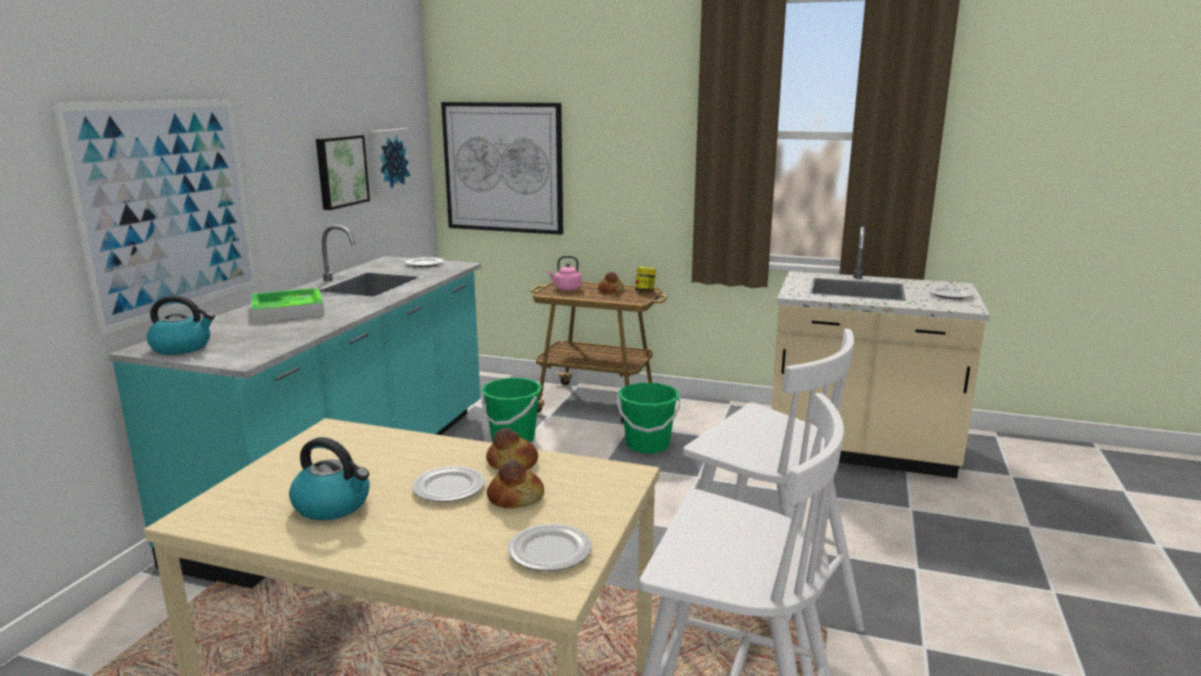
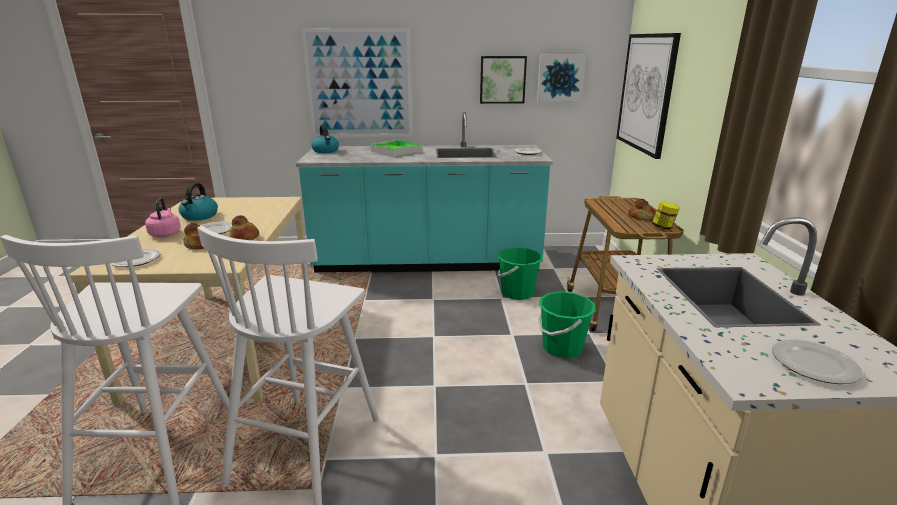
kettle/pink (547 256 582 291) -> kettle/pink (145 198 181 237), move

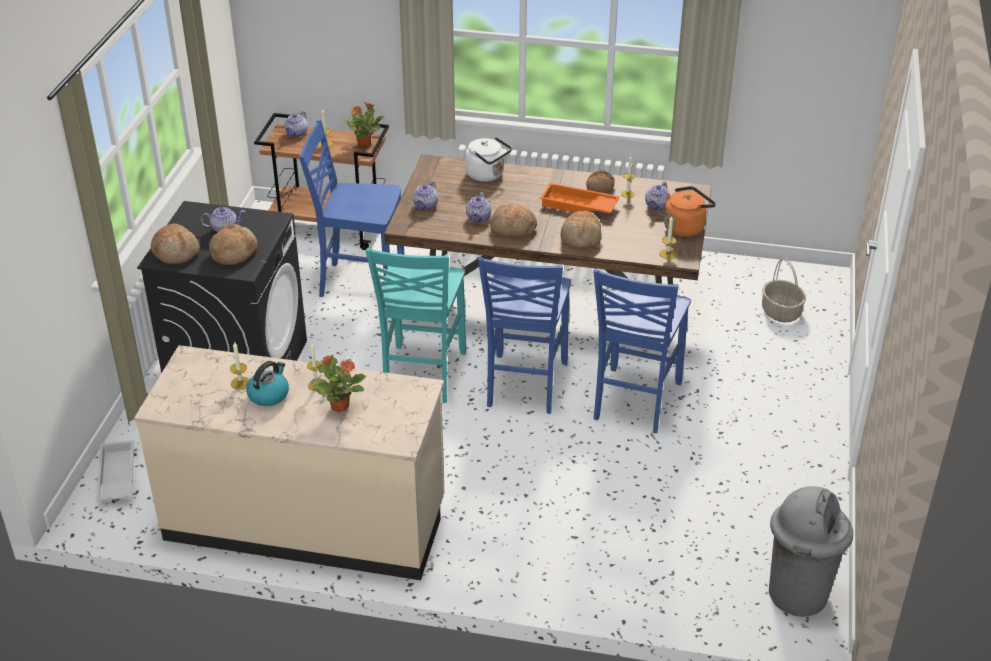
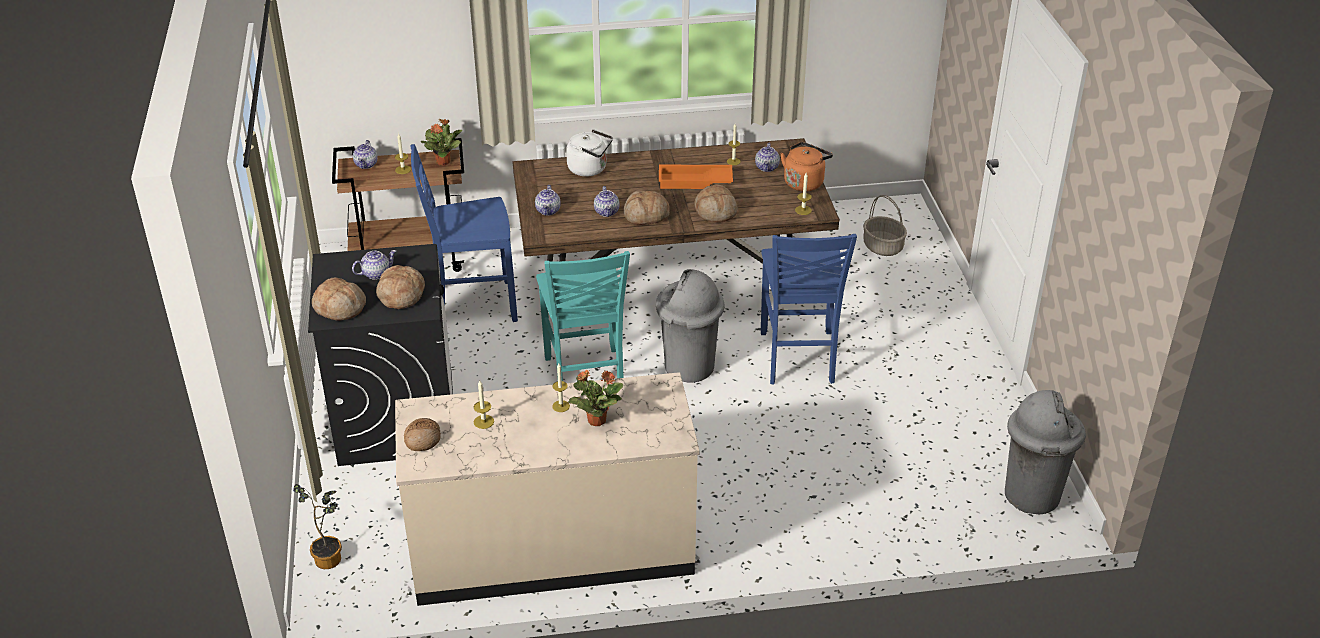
tray/white (96 440 134 501) -> potted plant (293 484 342 569)
kettle (246 361 289 406) -> none
chair/blue (478 257 571 414) -> trash can/grey (656 269 725 383)
bread (586 170 615 193) -> bread (404 418 441 451), move

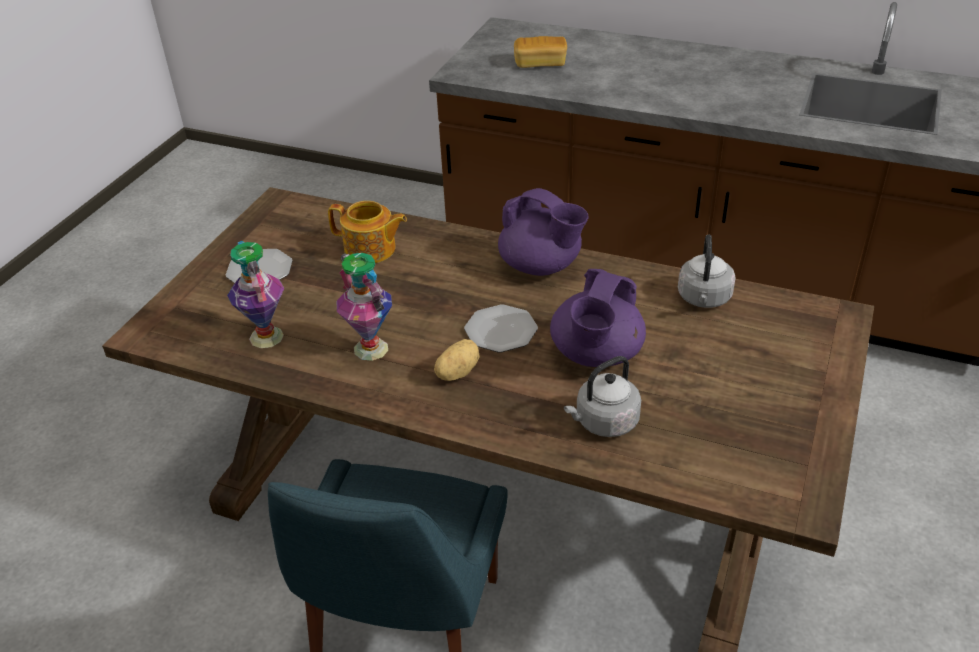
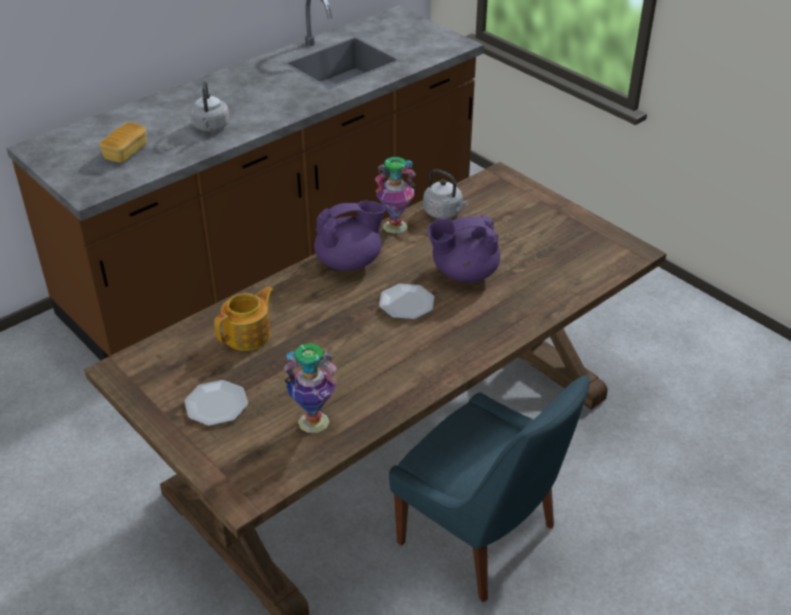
vase (336 253 392 361) -> vase (375 157 416 234), move
potato (434 339 480 381) -> none
teapot/purple (550 269 646 367) -> teapot/purple (427 214 500 282), 120 degrees clockwise
kettle/grey (564 356 641 437) -> kettle/grey (190 81 229 132), move

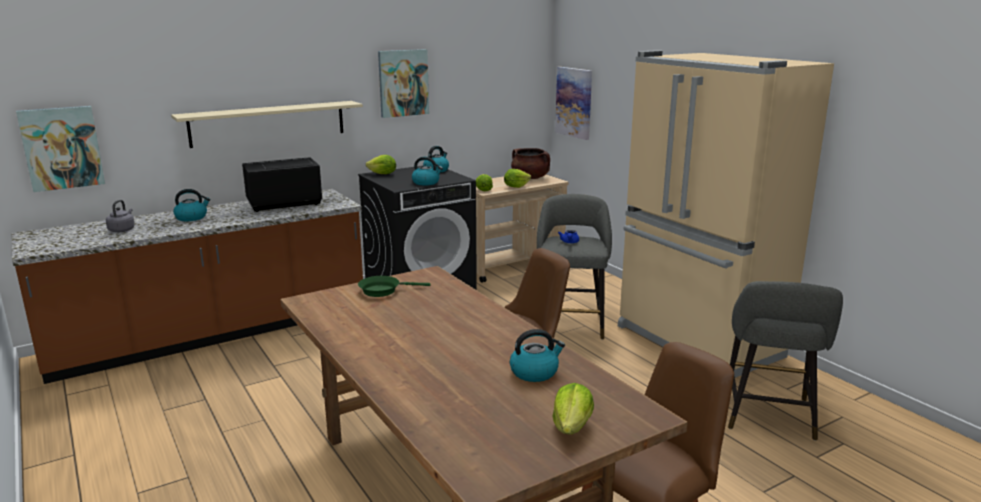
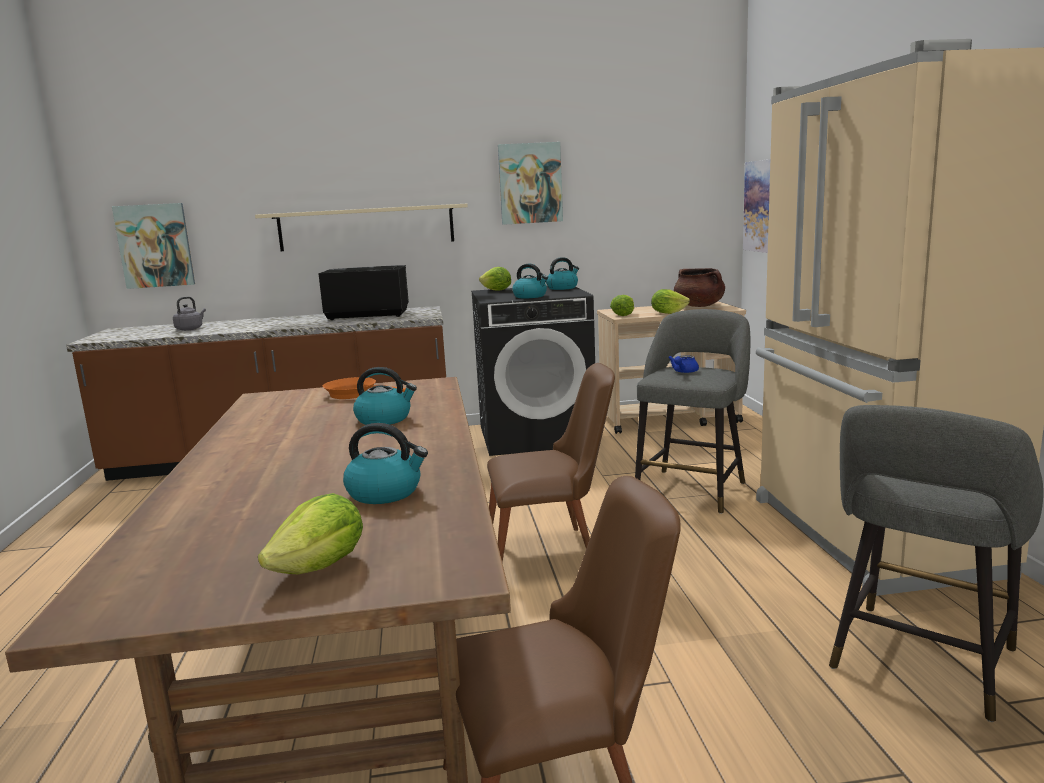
kettle (173 189 211 221) -> kettle (353 367 417 425), move
frying pan/green (358 276 430 297) -> frying pan/orange (323 377 406 399)

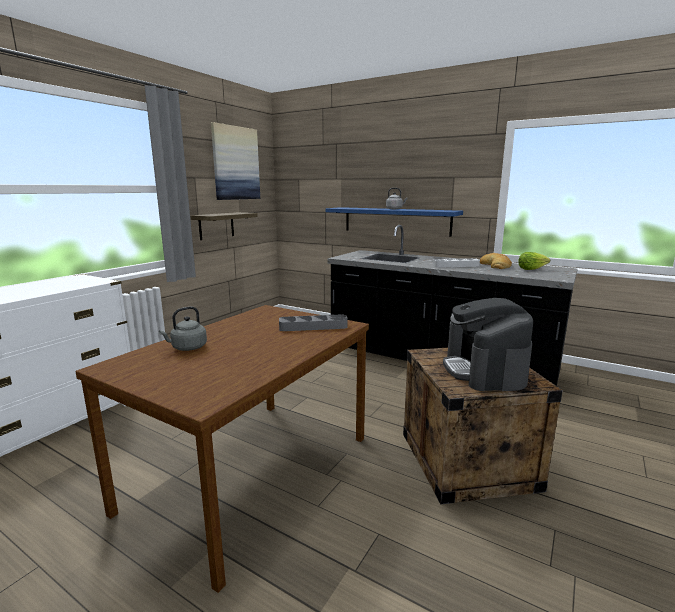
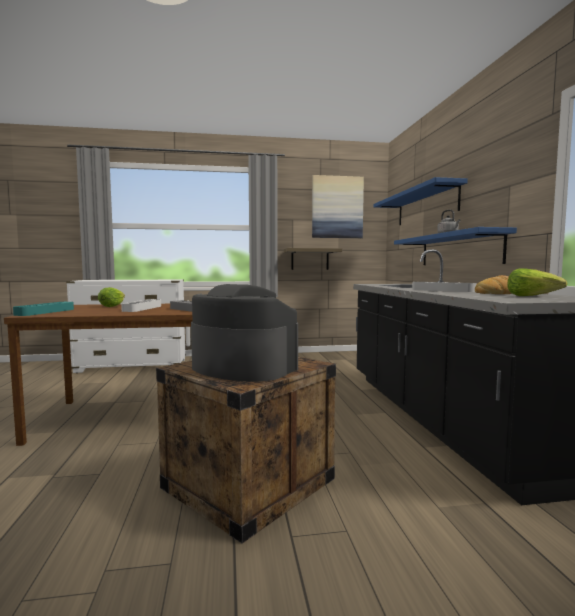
kettle/grey (159 306 207 351) -> lettuce (98 287 125 307)
coffee machine (443 298 533 391) -> coffee machine (191 284 298 382), 75 degrees clockwise
none -> tray/turquoise (13 302 74 316)
none -> tray/white (121 299 161 312)
none -> shelf/blue (373 177 468 225)

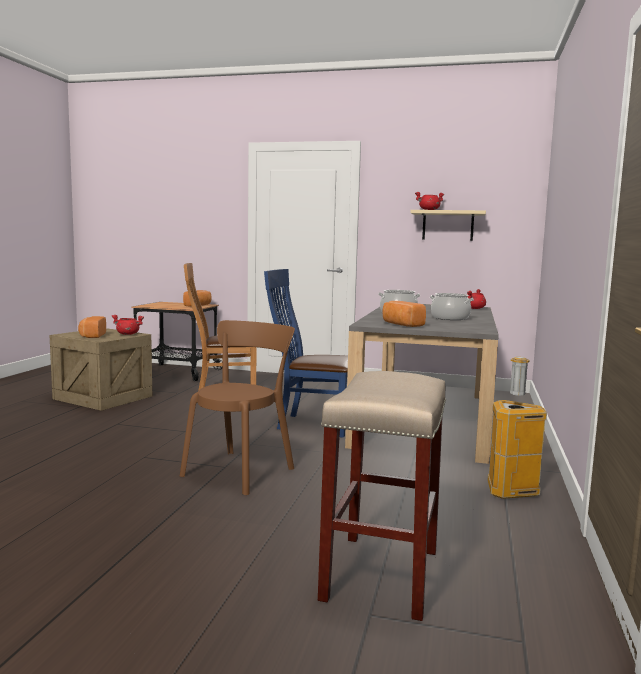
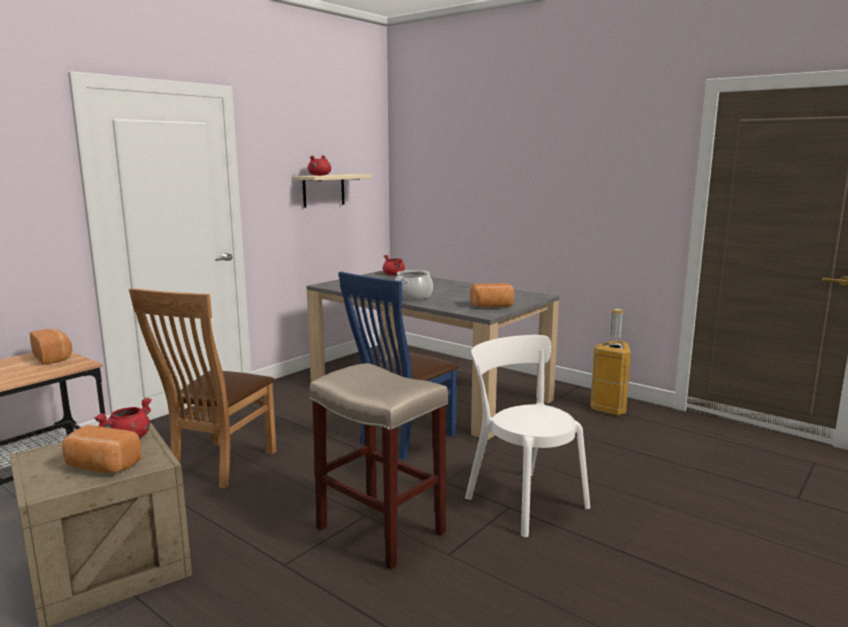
chair/brown (180 320 295 495) -> chair/white (465 335 590 537)
stool/beige (318 371 446 621) -> stool/beige (310 363 448 570), move
cooking pot (430 293 474 320) -> none

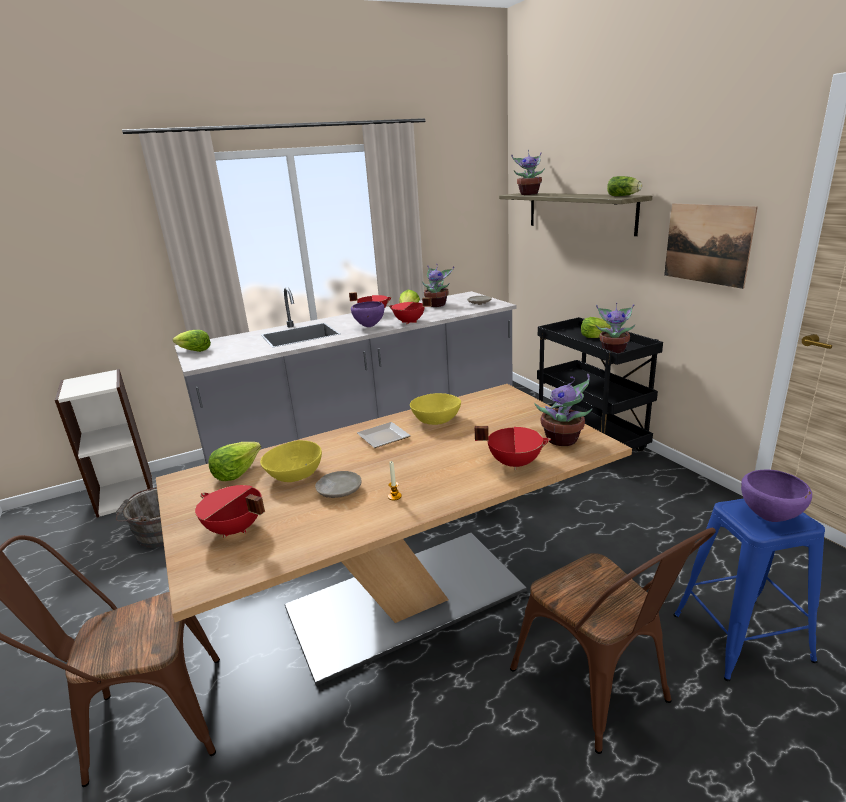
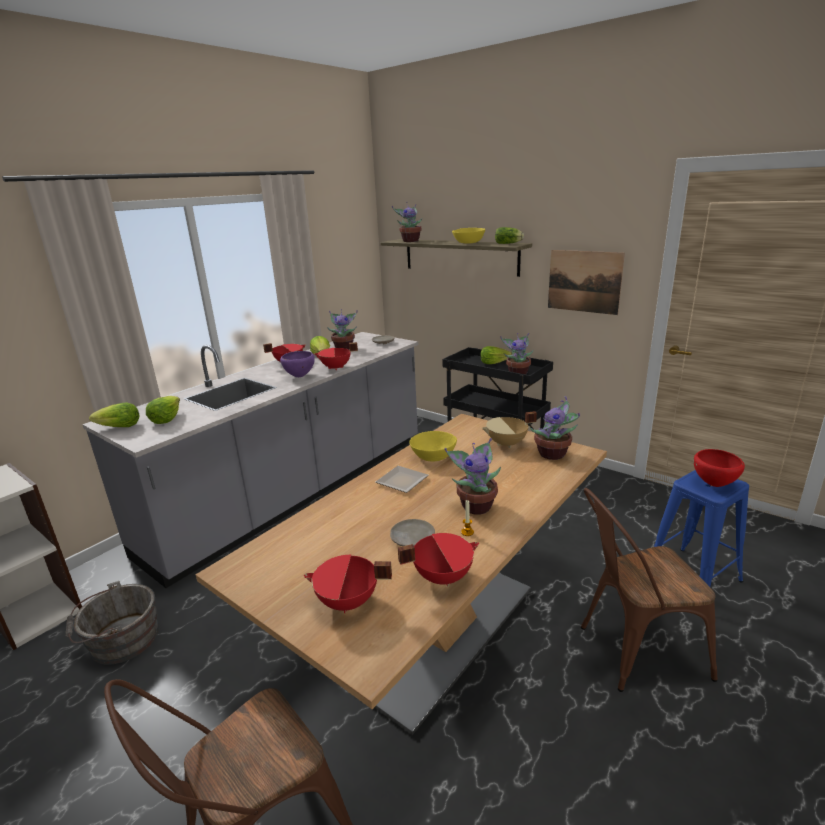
lettuce (208 442 261 481) -> lettuce (146 396 180 424), move
bowl/yellow (260 440 322 482) -> bowl/yellow (452 228 485 244), move
cooking pot/red (475 426 551 470) -> cooking pot/red (398 533 479 587), move
chair/brown (510 528 716 754) -> chair/brown (581 488 717 692), 135 degrees clockwise
bowl/purple (741 470 812 522) -> bowl/red (693 449 745 487)
none -> potted plant (445 438 501 515)
none -> cooking pot/beige (482 411 537 448)

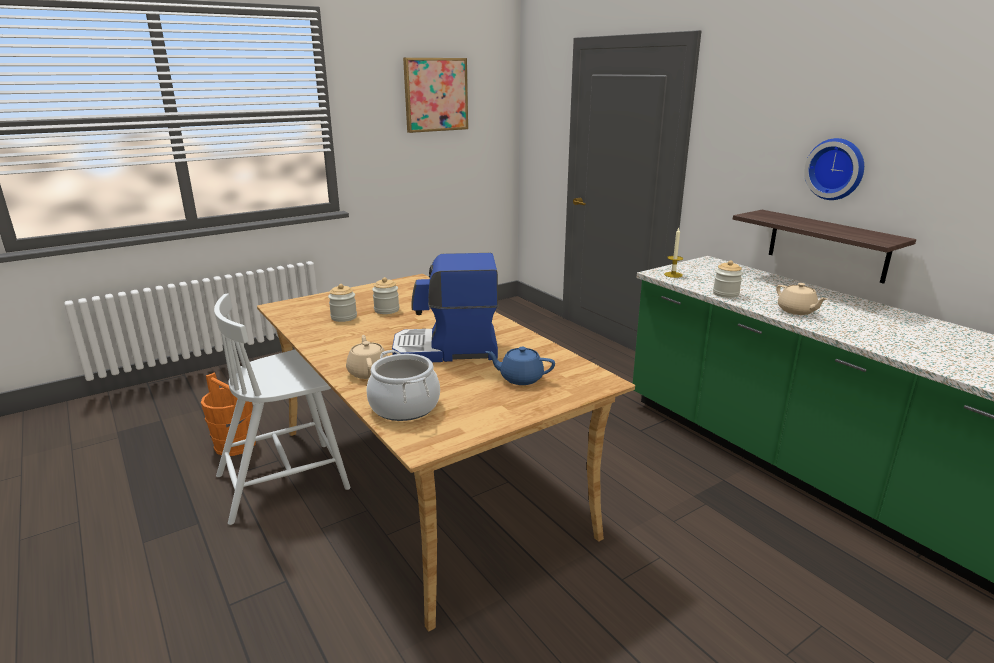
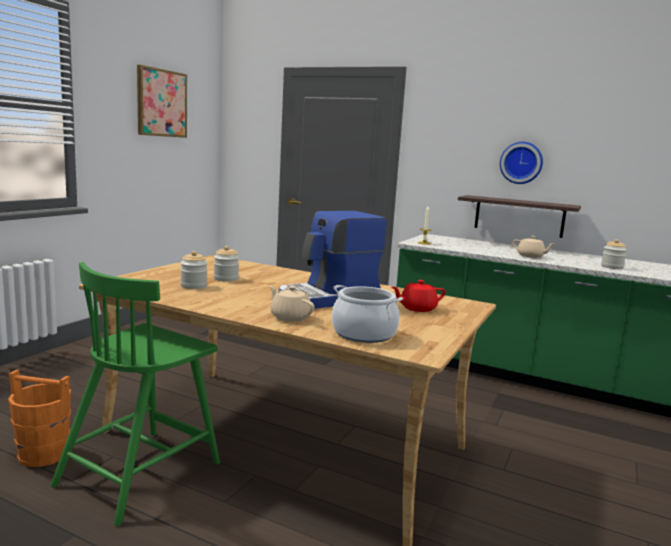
chair/white (214 294 350 525) -> chair/green (50 262 220 526)
teapot/blue (485 347 555 385) -> teapot/red (392 280 445 312)
jar (713 260 743 298) -> jar (601 239 627 269), move

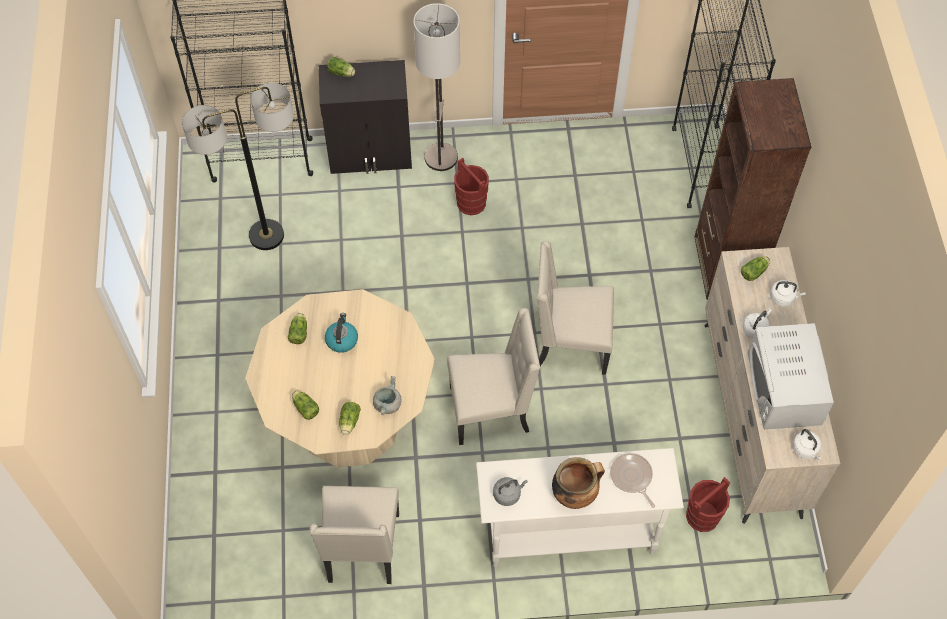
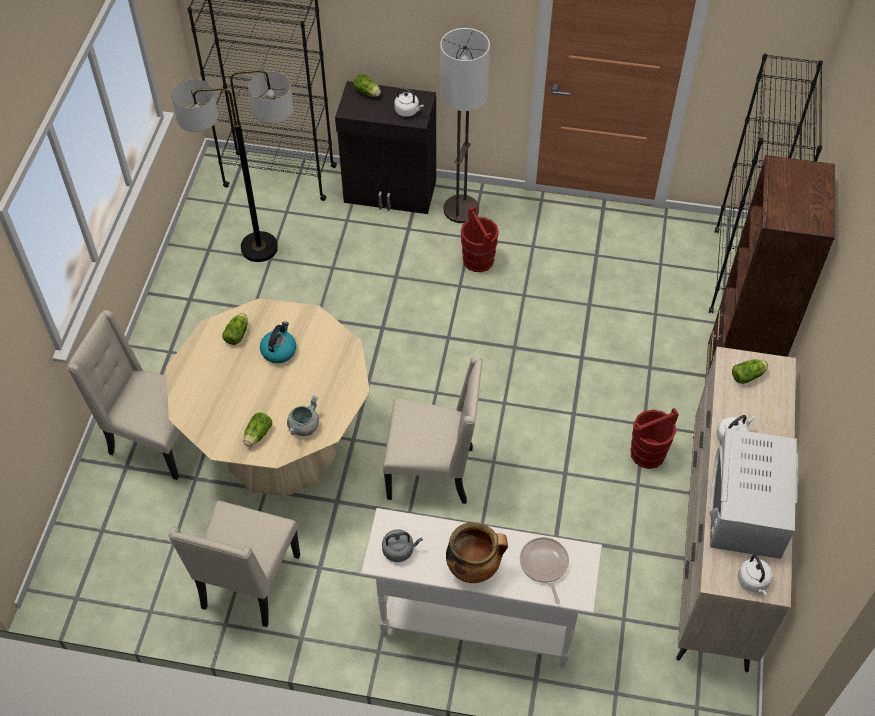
lettuce (292 391 319 420) -> none
chair/beige (537 241 614 375) -> chair/beige (67 310 181 480), move
bucket/red (686 477 730 532) -> bucket/red (630 408 679 469), move
kettle/white (770 280 805 307) -> kettle/white (394 87 424 117), move

